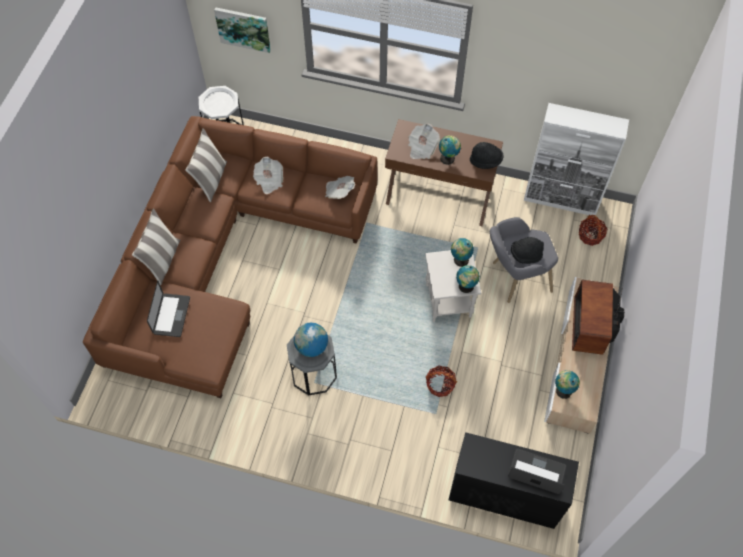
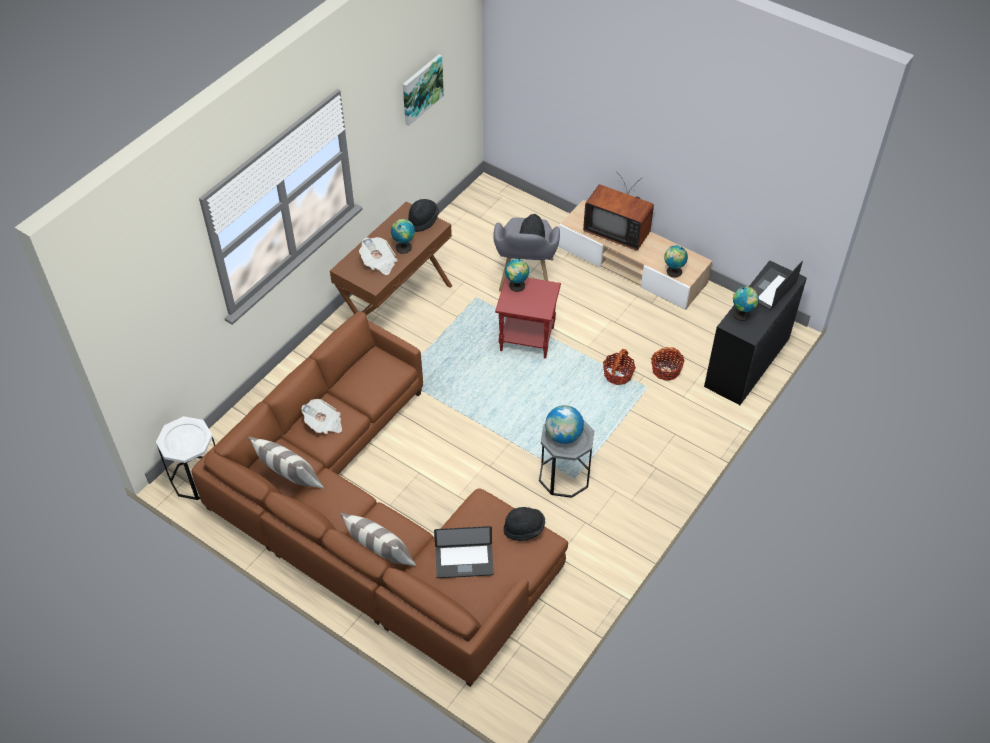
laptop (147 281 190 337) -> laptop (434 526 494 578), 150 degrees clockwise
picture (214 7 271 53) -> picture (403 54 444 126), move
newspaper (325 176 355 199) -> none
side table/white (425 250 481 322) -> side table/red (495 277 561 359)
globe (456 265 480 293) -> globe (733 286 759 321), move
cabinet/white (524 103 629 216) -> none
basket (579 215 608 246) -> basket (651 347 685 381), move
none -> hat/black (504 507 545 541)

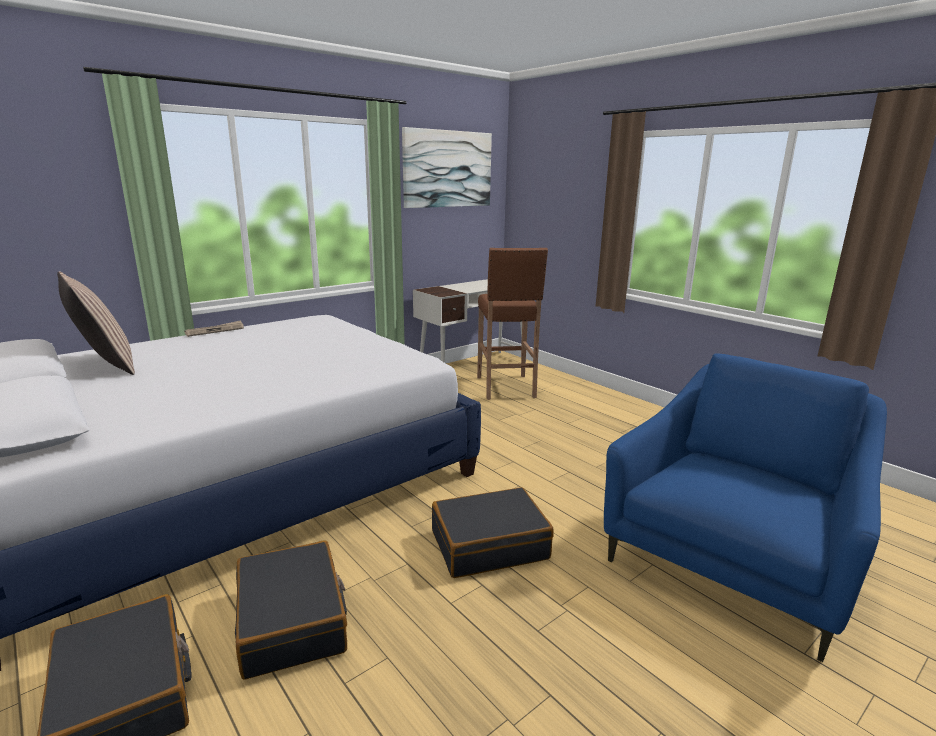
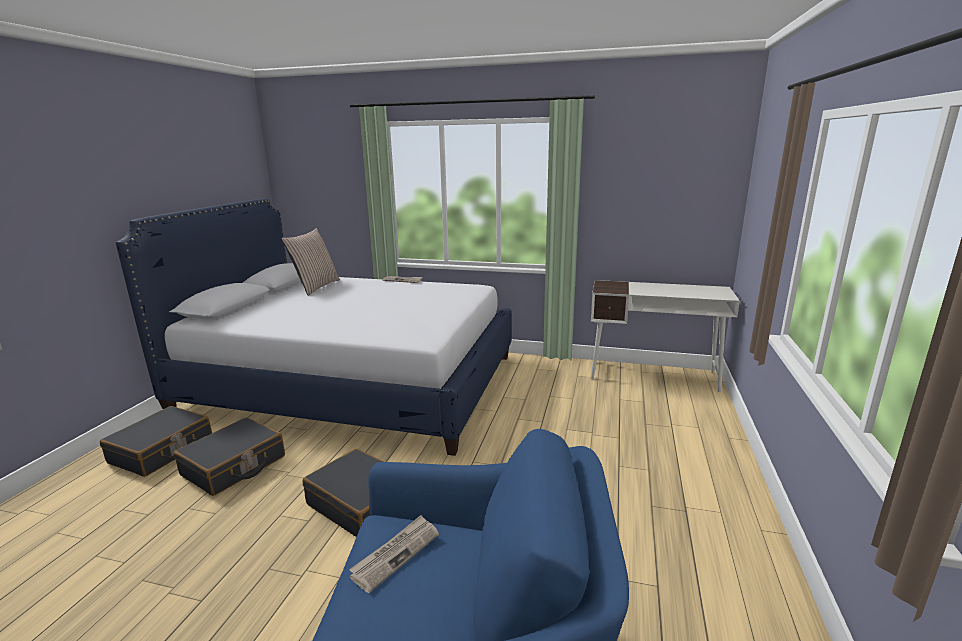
picture (402 127 492 208) -> none
stool/brown (477 248 548 400) -> none
none -> newspaper (349 515 439 593)

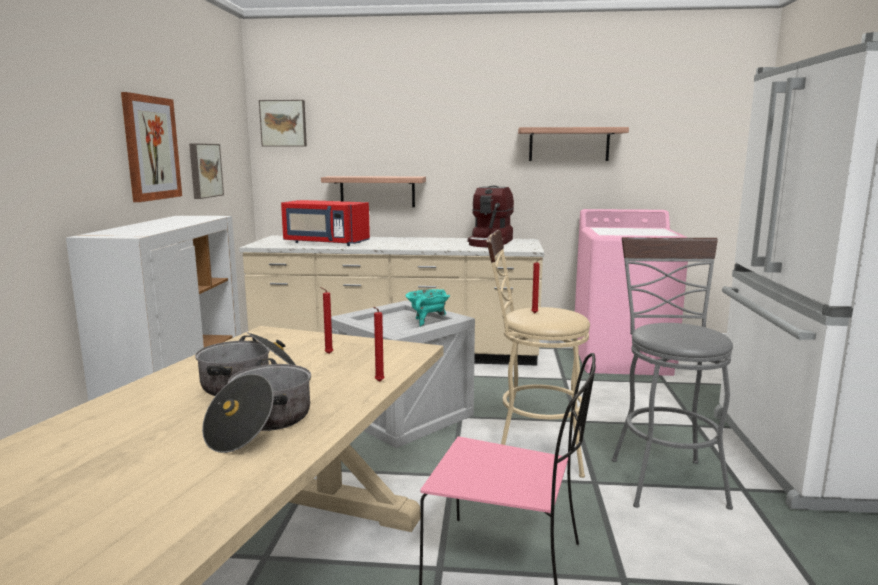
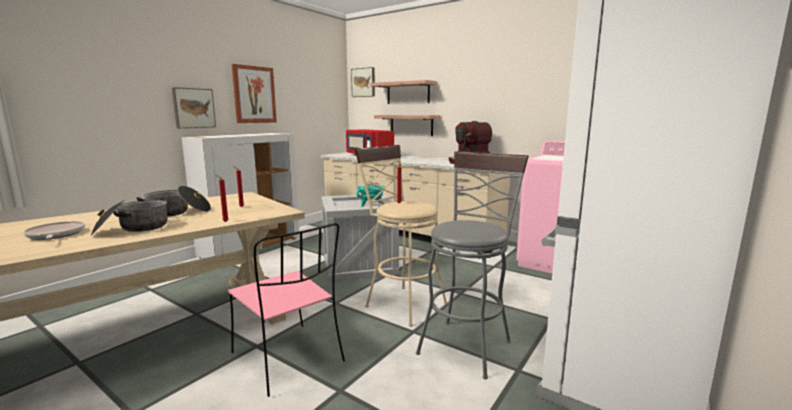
picture (189 143 224 199) -> picture (172 87 216 128), move
shelf (518 127 629 161) -> shelf (370 80 437 104), move
none -> frying pan (23 221 85 240)

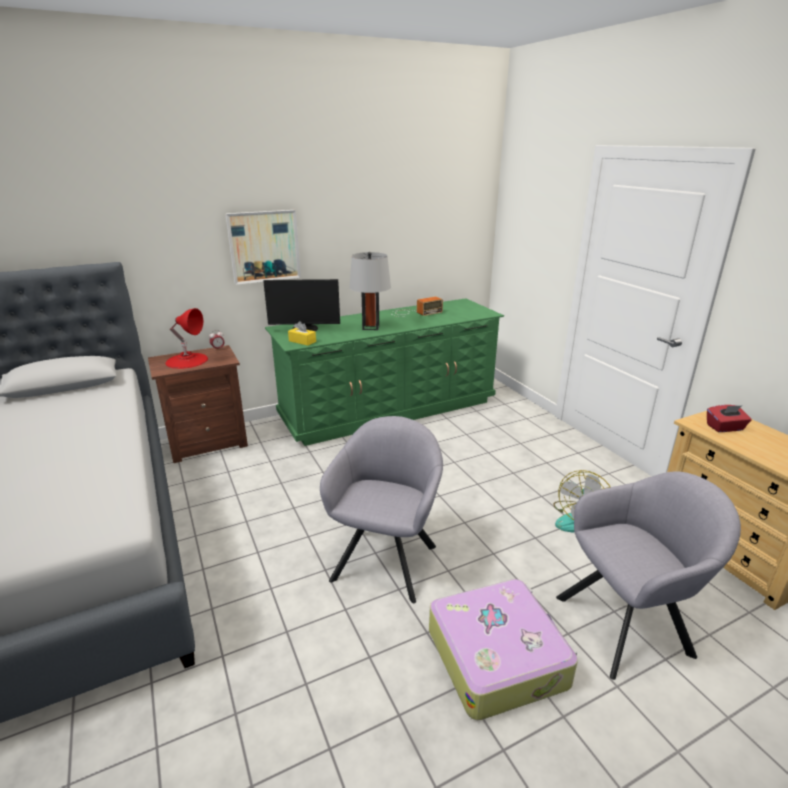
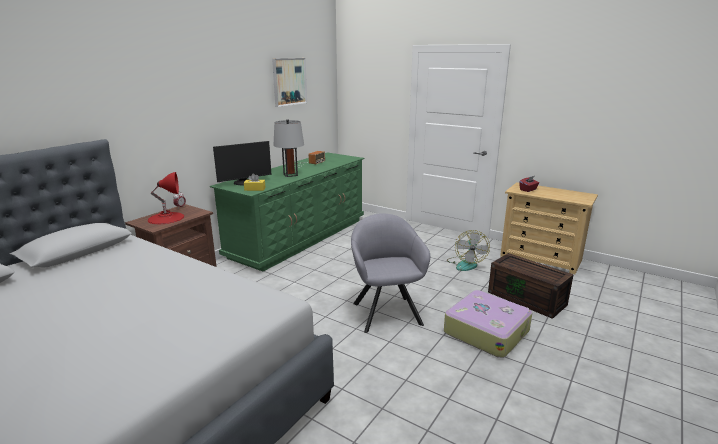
picture (225 210 301 285) -> picture (272 58 307 107), move
armchair/grey (556 471 741 680) -> storage box/brown (488 253 574 319)

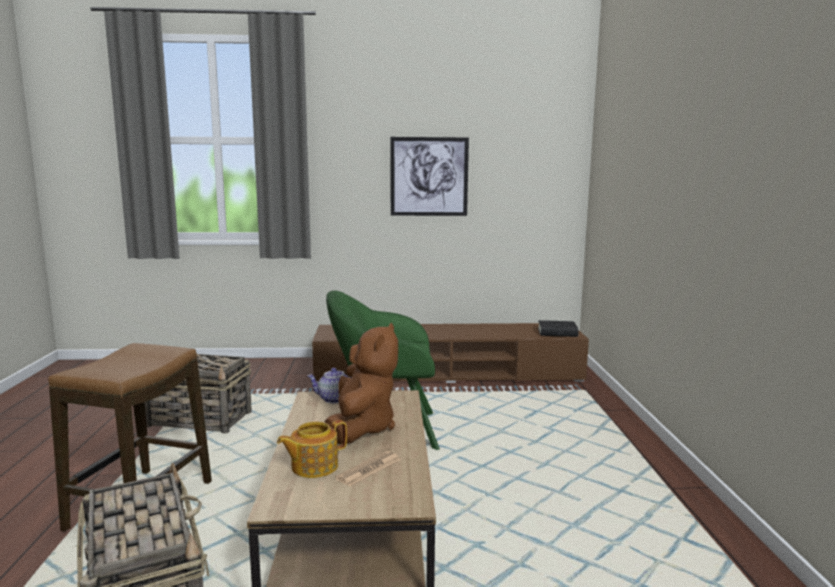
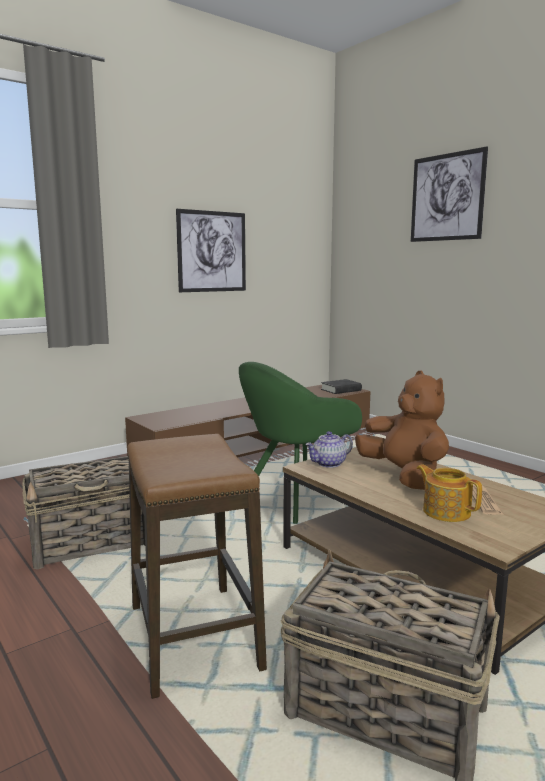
teapot (277 420 347 478) -> teapot (417 464 482 522), 120 degrees clockwise
none -> picture (411 146 488 242)

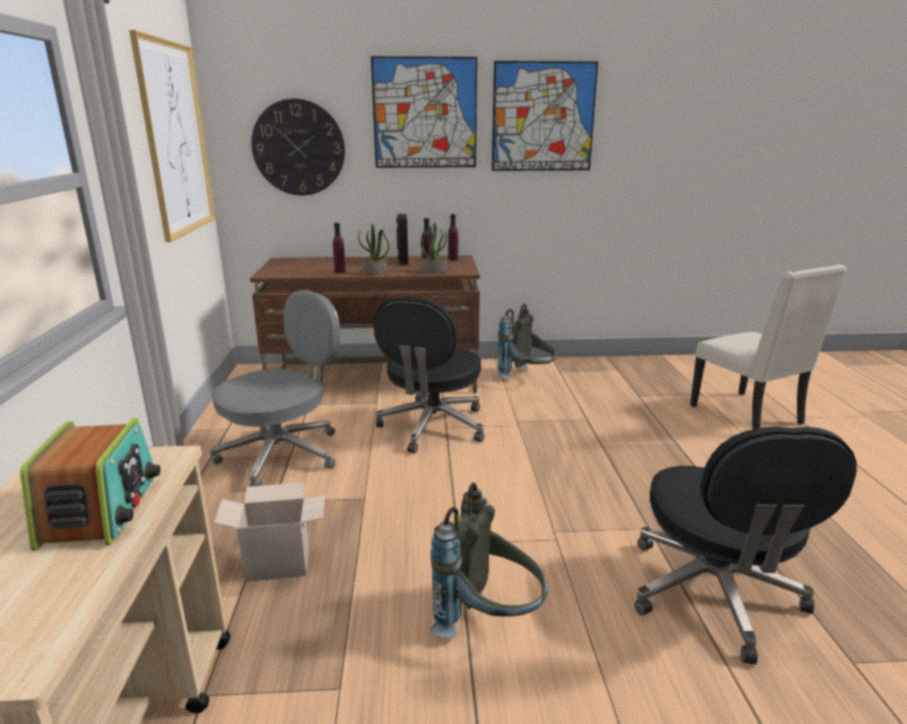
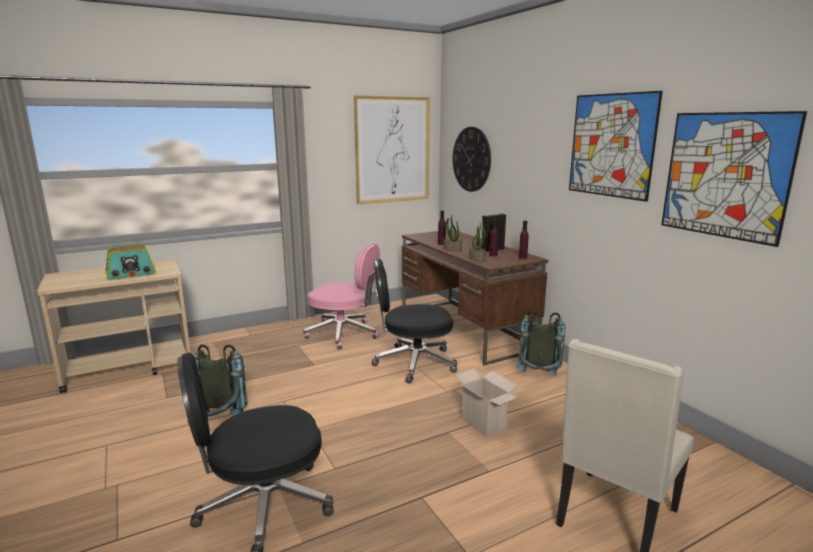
office chair/grey (210 290 340 487) -> office chair/pink (303 243 380 350)
cardboard box (214 482 325 582) -> cardboard box (455 369 518 437), move
picture (371 56 477 168) -> picture (661 111 807 247), move

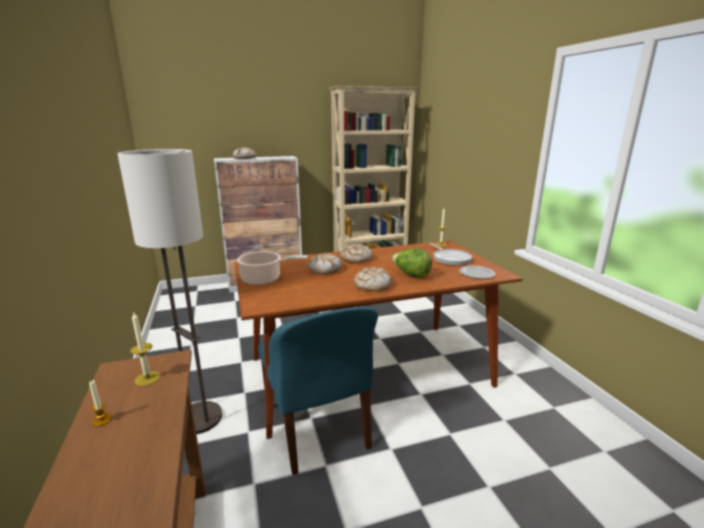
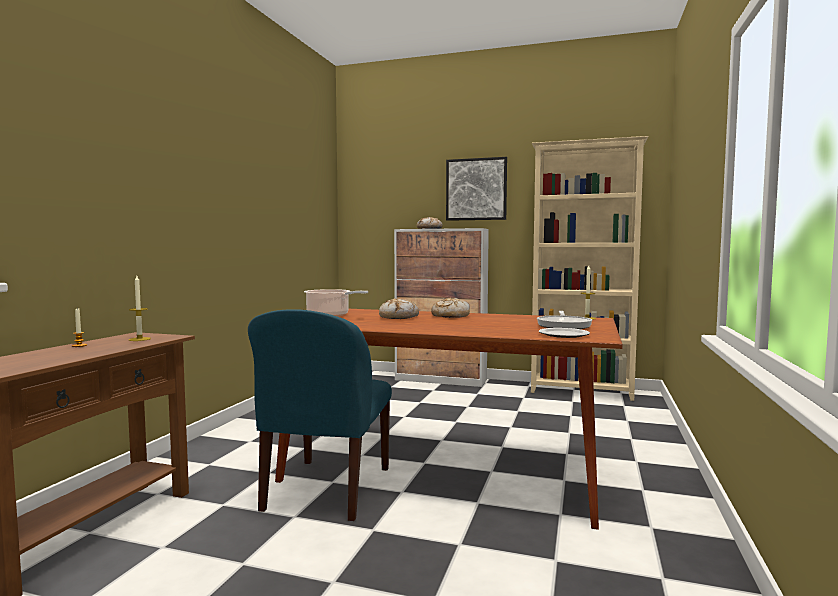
floor lamp (117 149 222 434) -> none
bread (354 267 391 291) -> none
lettuce (392 249 432 278) -> none
none -> picture (446 157 507 221)

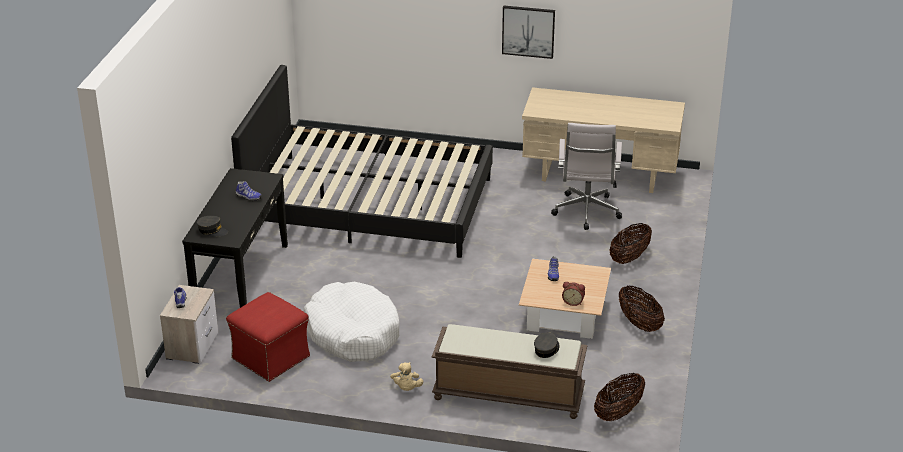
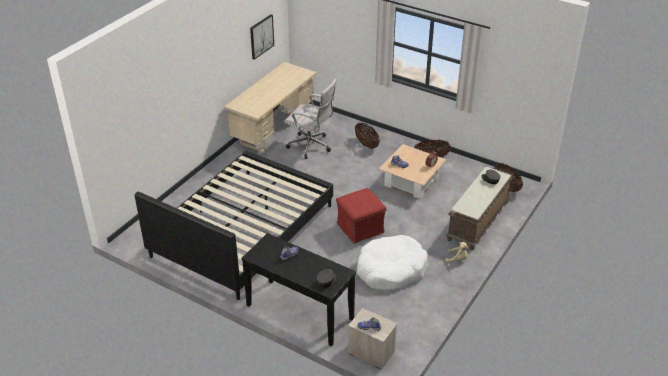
ottoman/red (226 292 310 382) -> ottoman/red (336 188 386 244), move
picture (502 6 555 59) -> picture (250 14 274 60), move

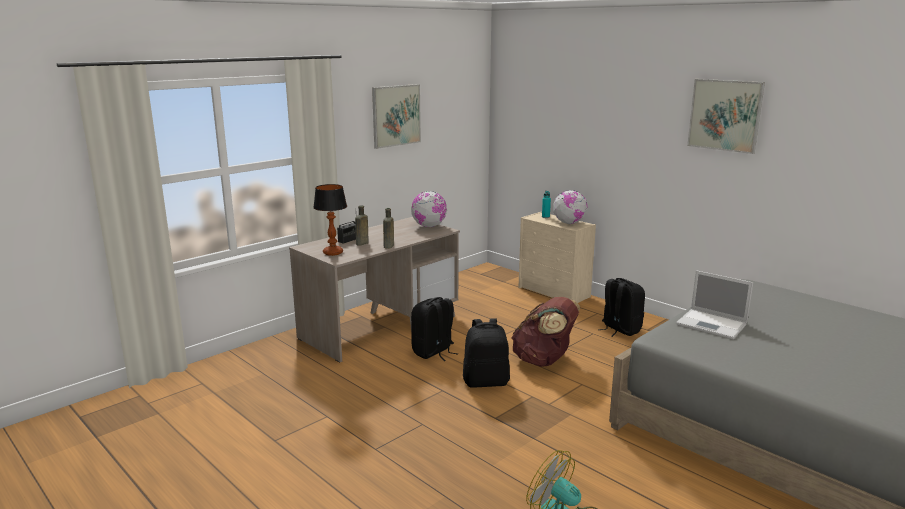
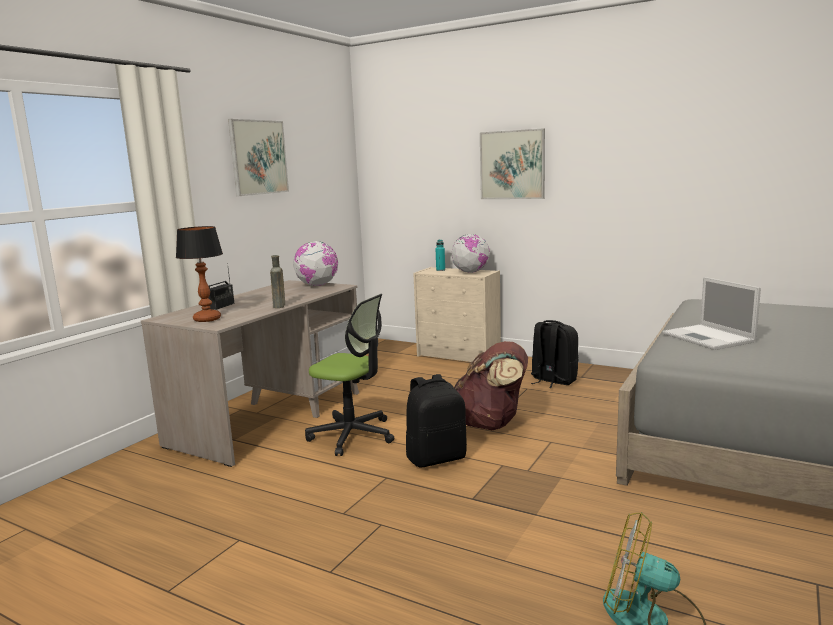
bottle/brown (355 205 369 246) -> none
backpack/black (411 297 458 361) -> office chair (305 294 394 456)
laptop (676 270 753 339) -> laptop (662 277 761 350), 45 degrees clockwise
picture (687 79 765 154) -> picture (480 128 545 199), move

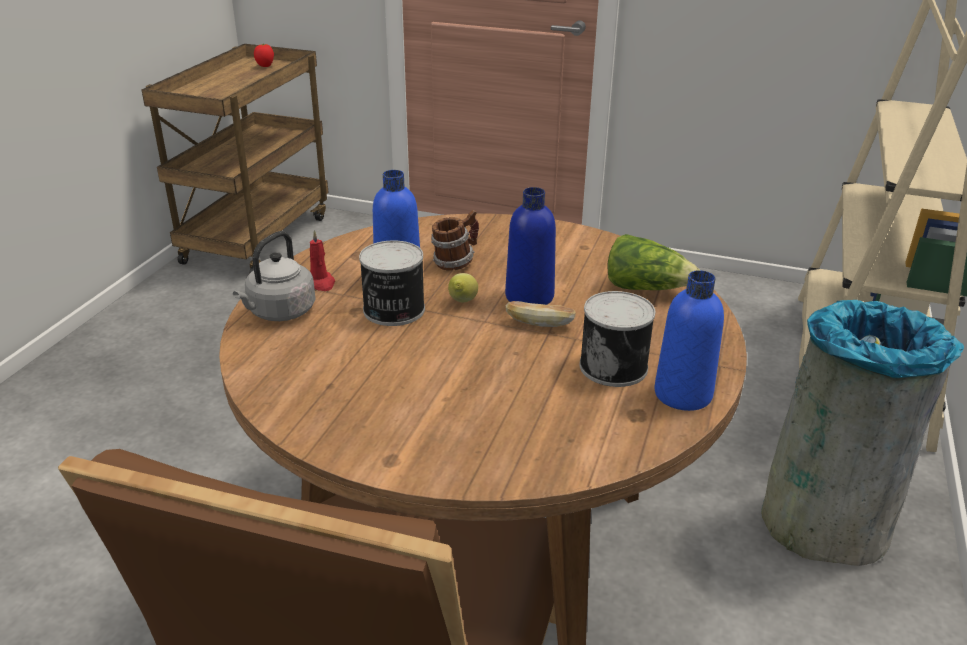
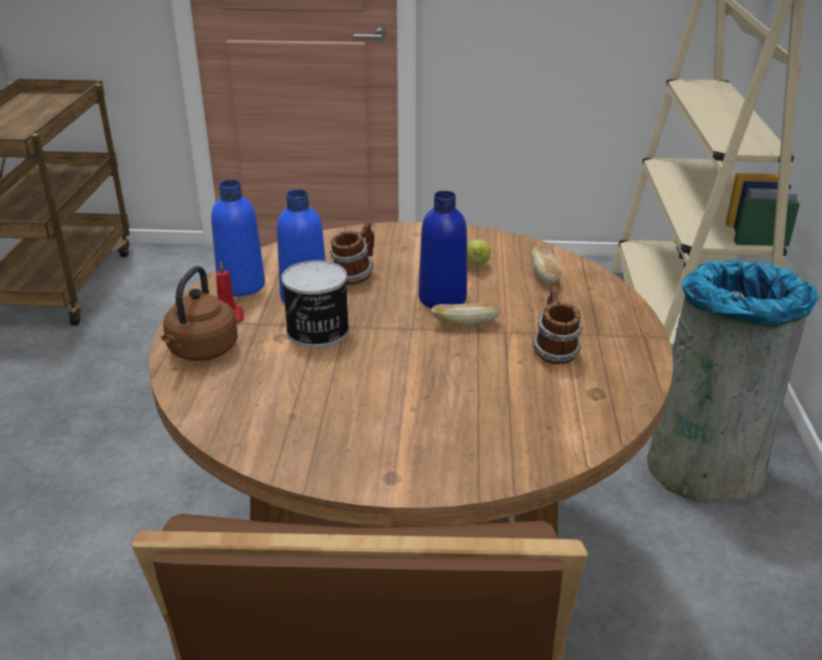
kettle/grey (233 231 316 321) -> kettle/brown (161 266 238 361)
tomato (254 44 274 67) -> none
lemon (448 273 478 303) -> lemon (467 240 491 267), move
can (580 291 655 387) -> mug (532 287 583 364)
lettuce (607 234 700 290) -> bread (531 246 562 283)
bottle/blue (654 270 724 411) -> bottle/blue (211 180 265 296), move

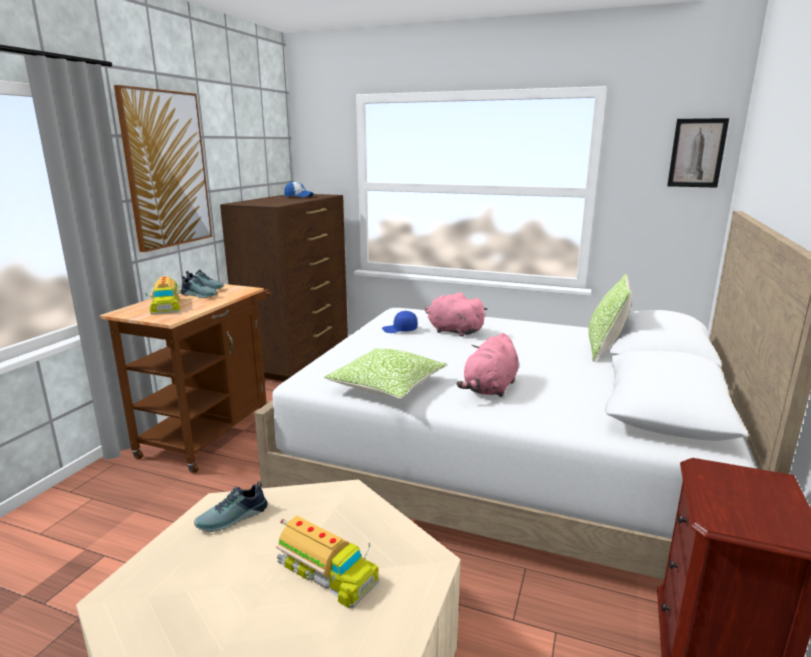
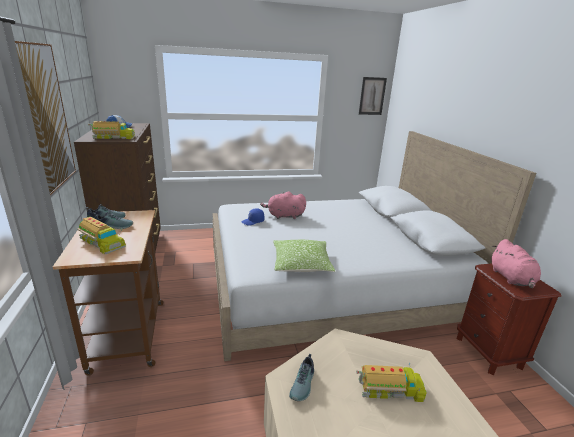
plush toy/pink (457 333 519 397) -> plush toy/pink (491 239 541 288), move
pillow (588 274 632 362) -> none
none -> toy truck (88 121 135 139)

